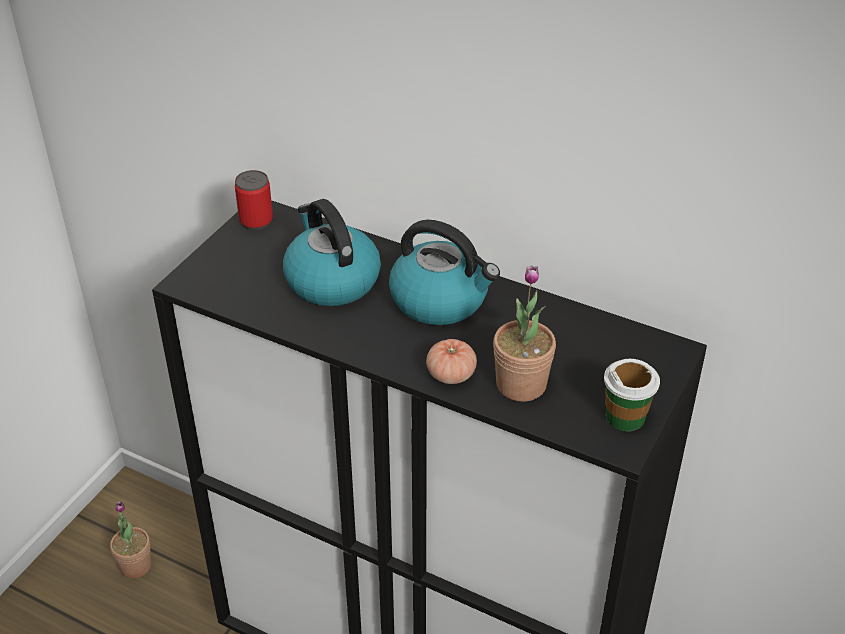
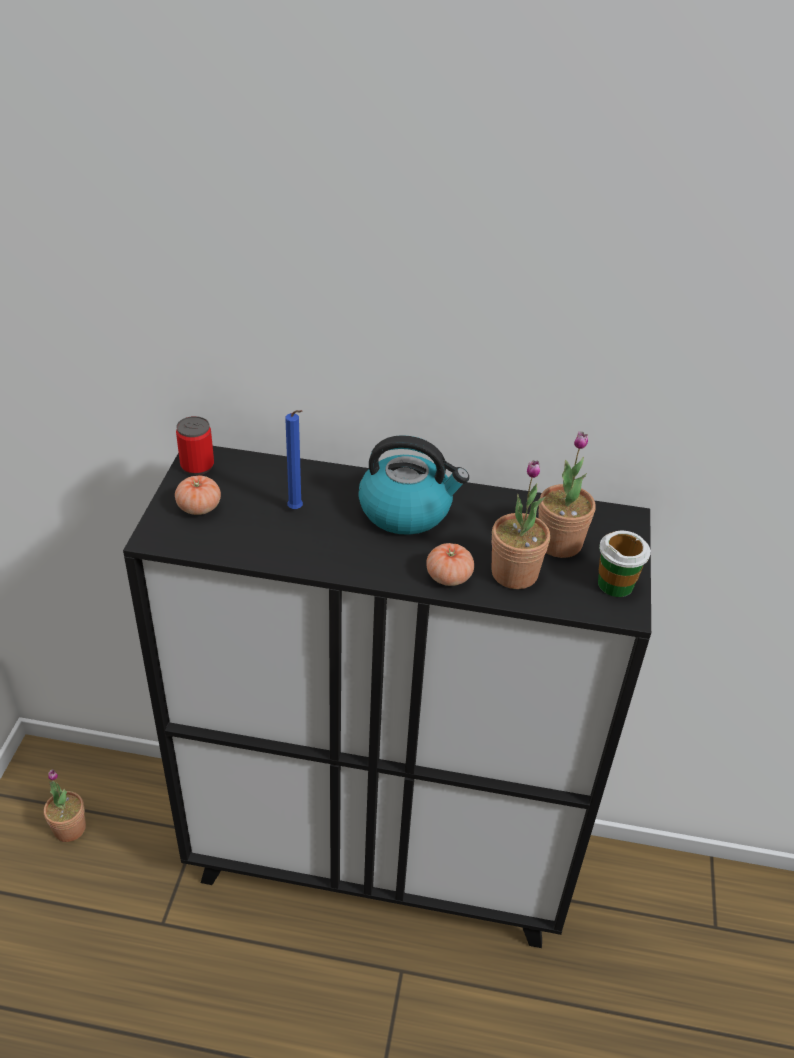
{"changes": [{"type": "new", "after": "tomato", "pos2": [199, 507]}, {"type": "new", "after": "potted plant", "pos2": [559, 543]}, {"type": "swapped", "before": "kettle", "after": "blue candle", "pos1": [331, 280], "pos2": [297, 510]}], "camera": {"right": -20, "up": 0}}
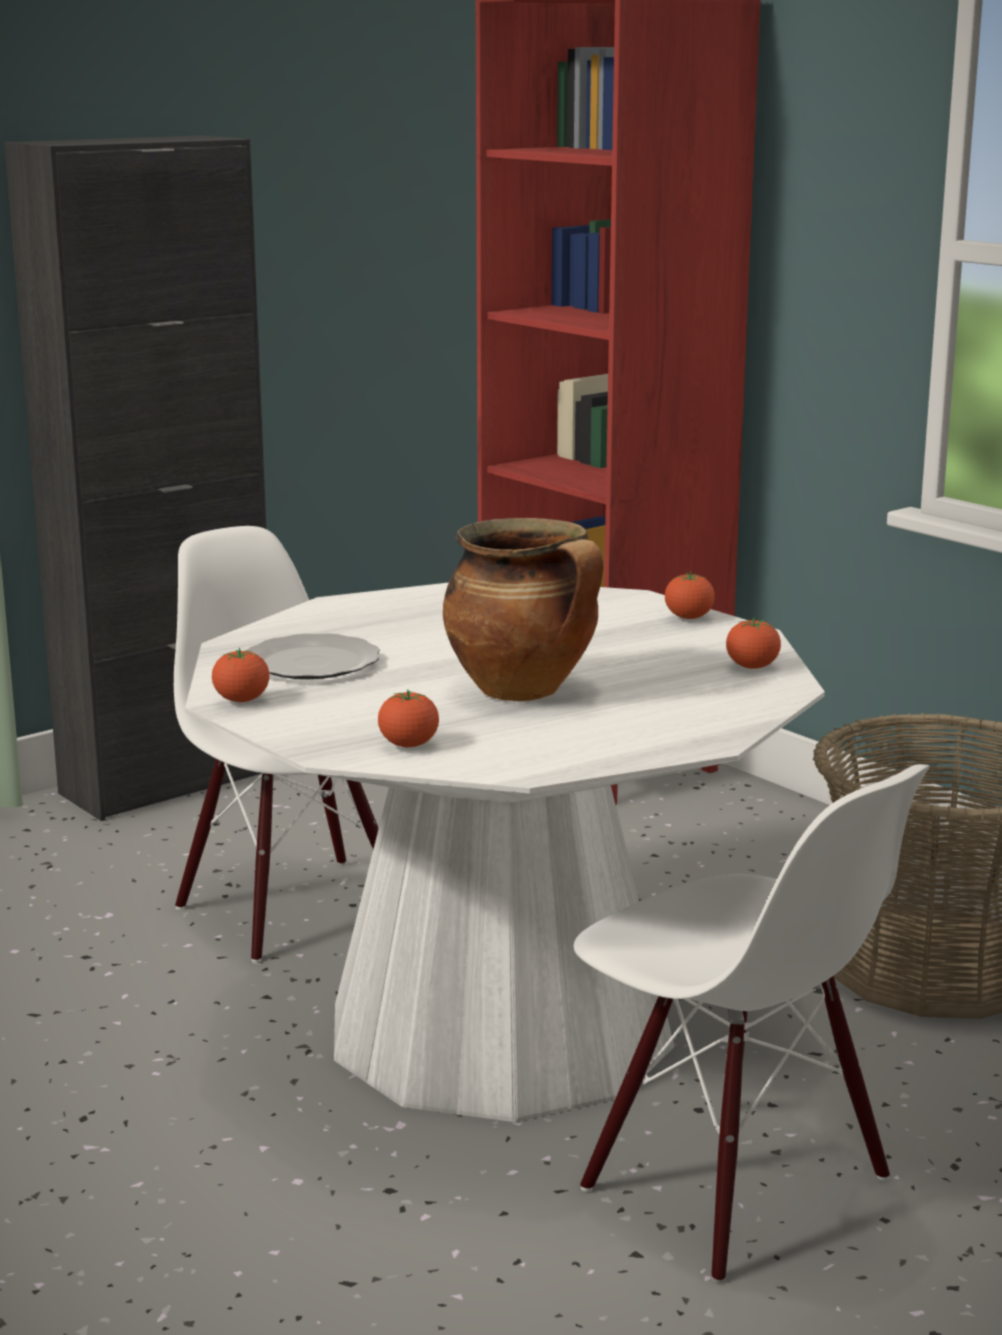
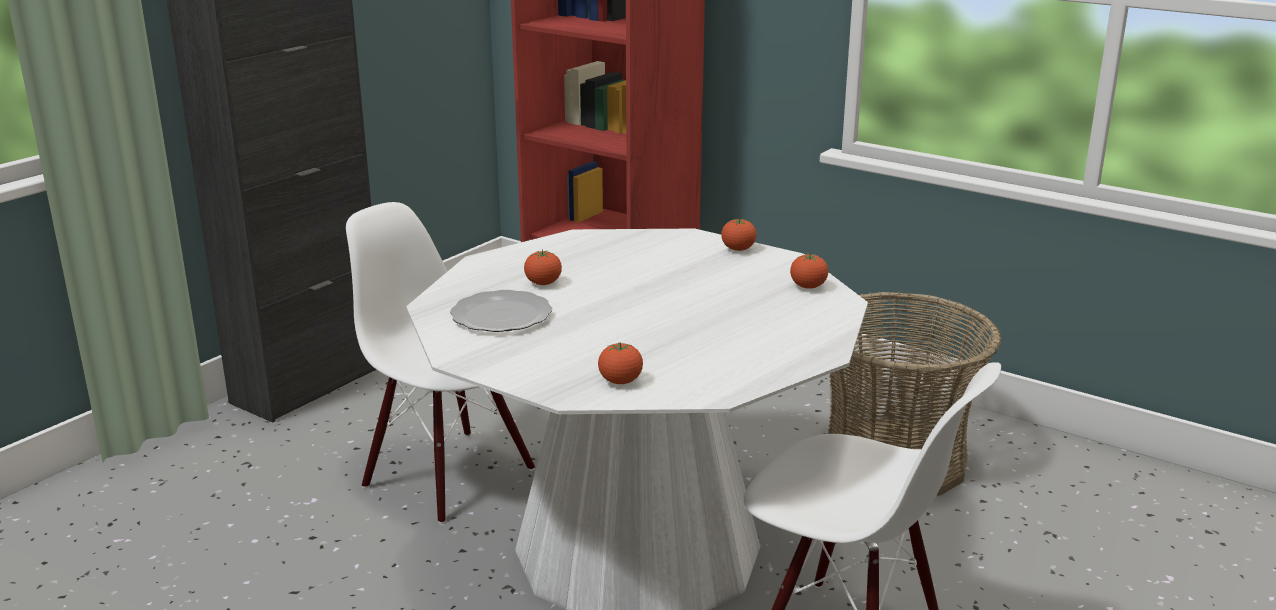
{"changes": [{"type": "gone", "before": "cooking pot", "pos1": [524, 691]}, {"type": "shifted", "before": "tomato", "pos1": [241, 700], "pos2": [543, 283]}], "camera": {"right": -15, "up": 5}}
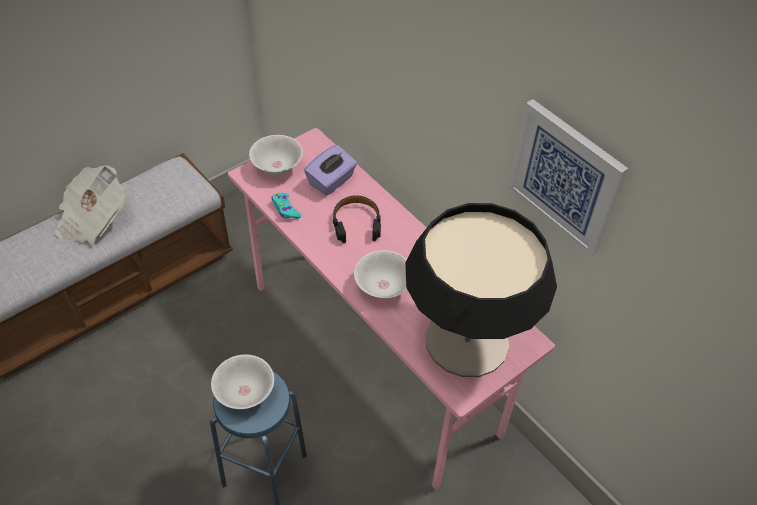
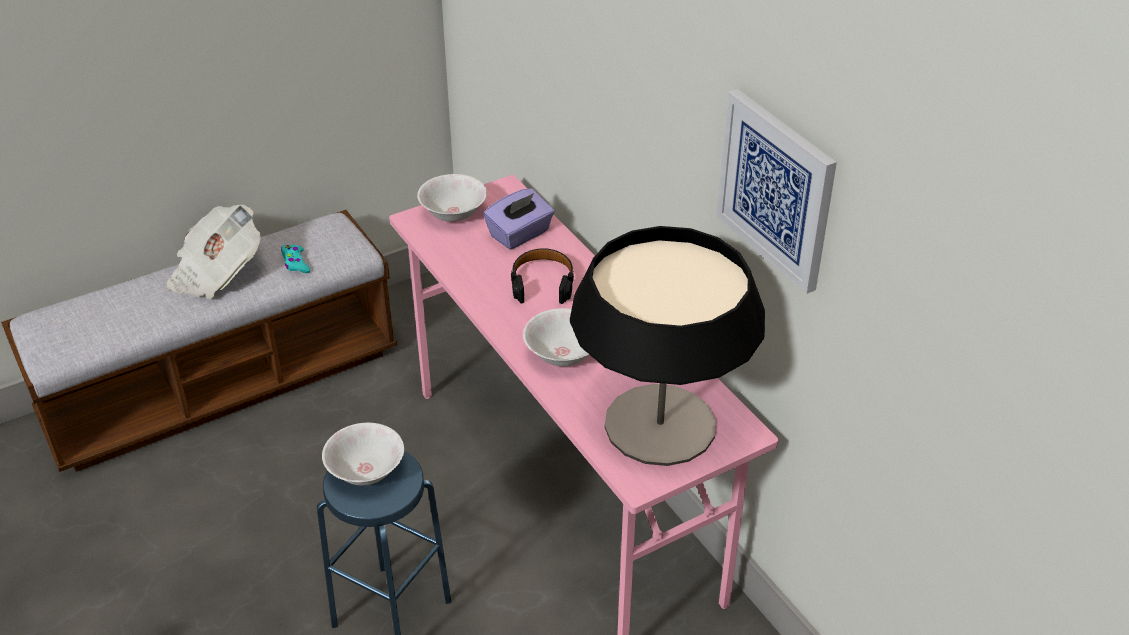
{"changes": [{"type": "shifted", "before": "turquoise game controller", "pos1": [285, 209], "pos2": [295, 263]}], "camera": {"right": 10, "up": -10}}
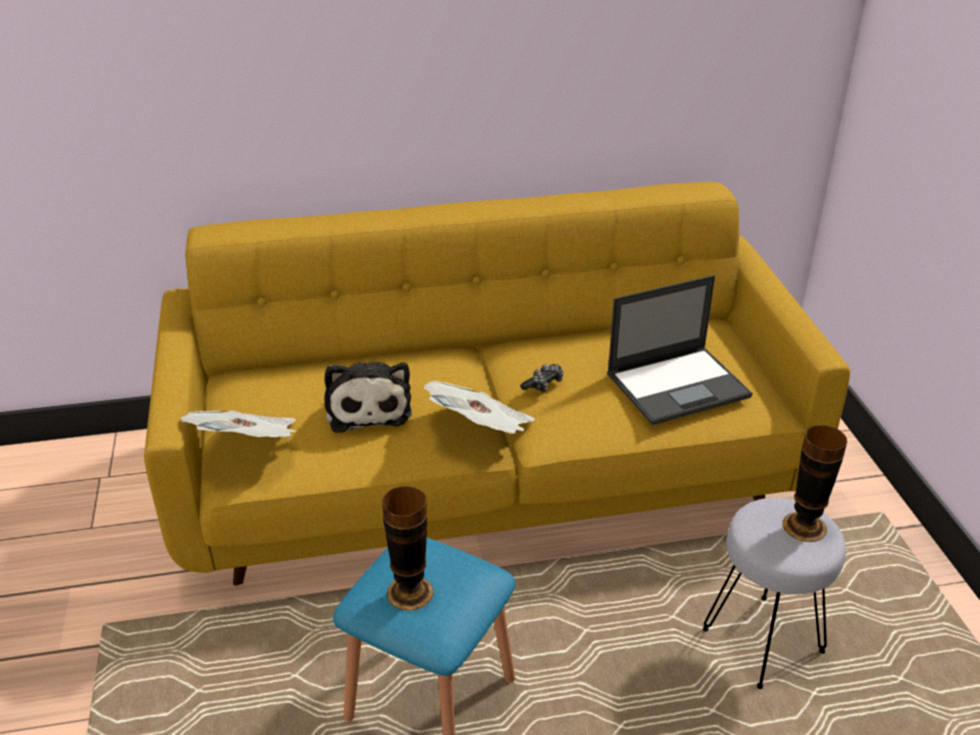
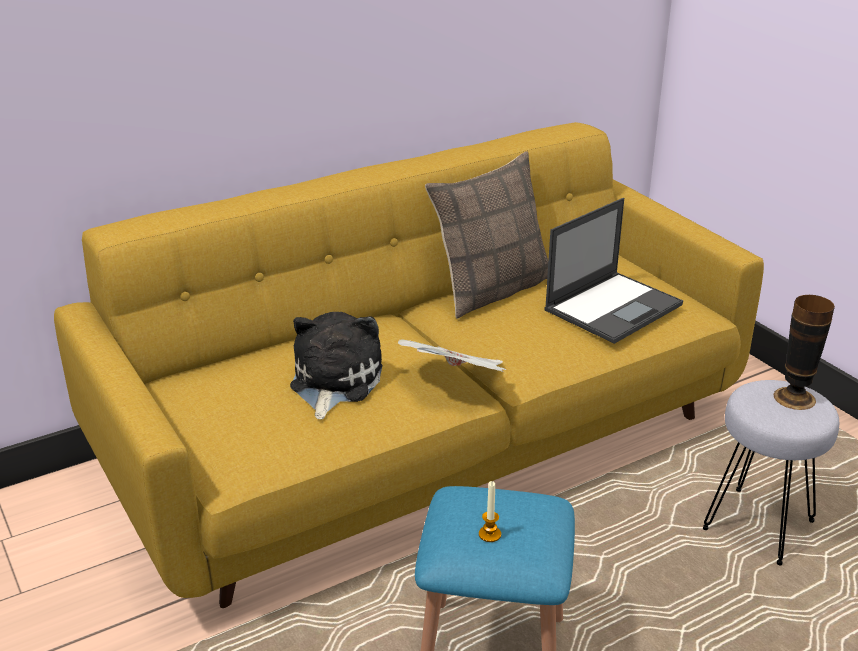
{"changes": [{"type": "gone", "before": "newspaper", "pos1": [249, 446]}, {"type": "gone", "before": "game controller", "pos1": [543, 384]}, {"type": "new", "after": "pillow", "pos2": [492, 290]}, {"type": "swapped", "before": "vase", "after": "candle", "pos1": [410, 592], "pos2": [489, 534]}, {"type": "rotated", "before": "plush toy", "pos1": [368, 407], "pos2": [333, 382], "turn": -135}], "camera": {"right": -20, "up": -5}}
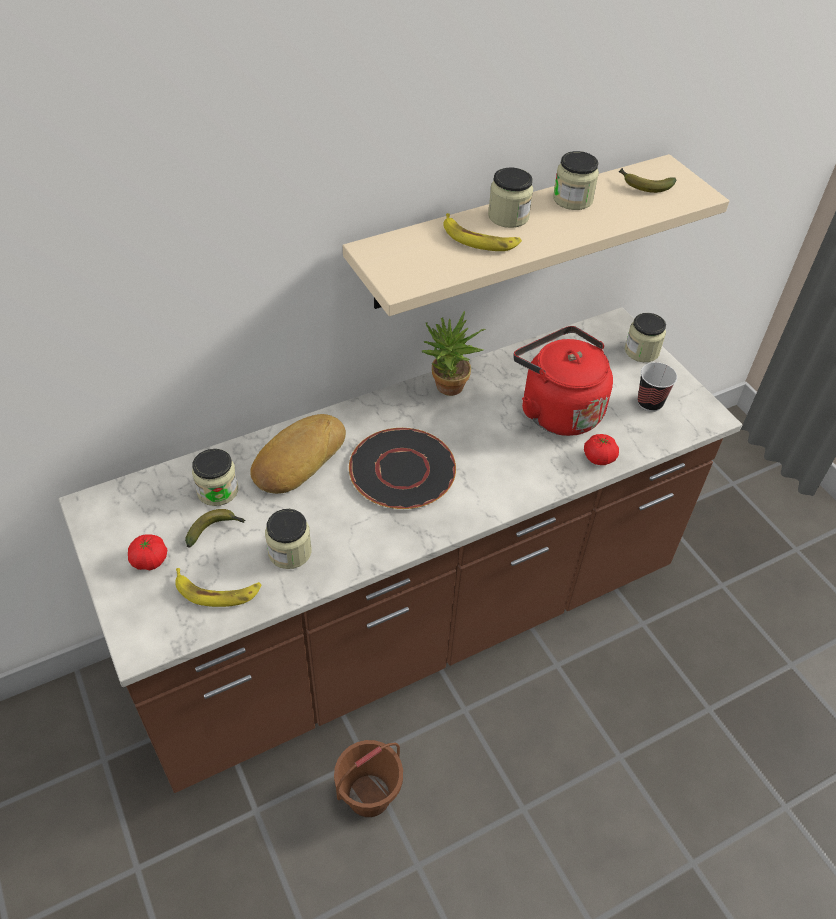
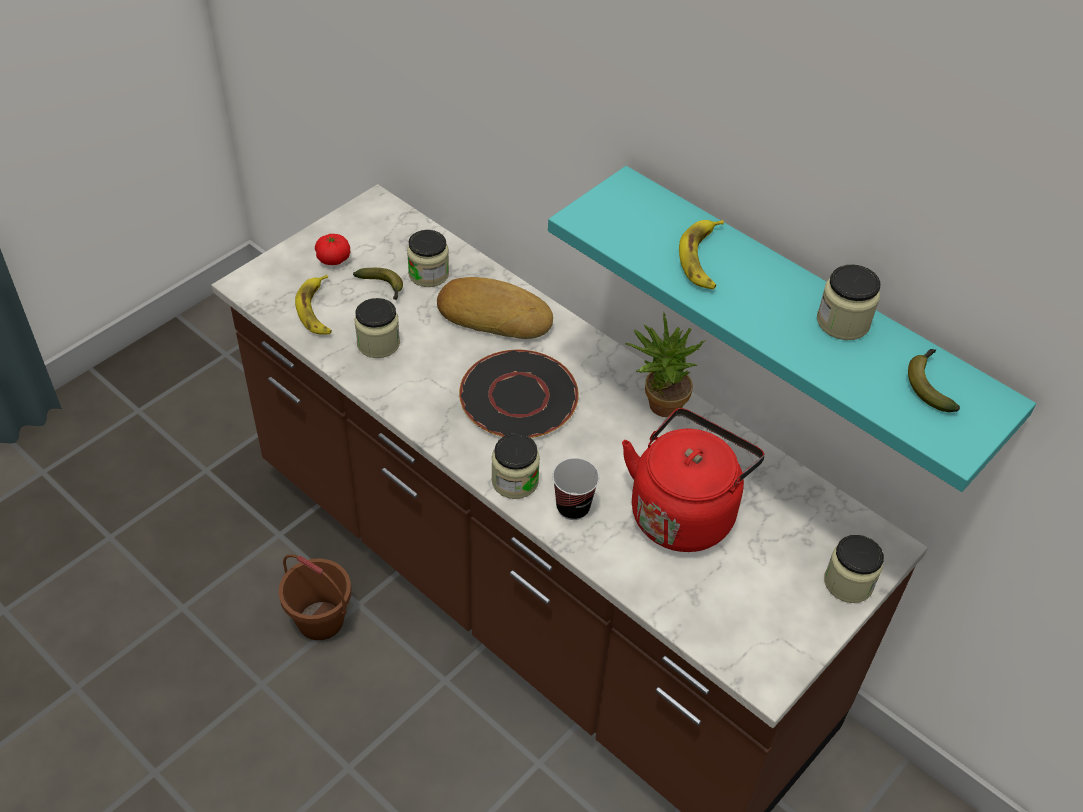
{"changes": [{"type": "gone", "before": "tomato", "pos1": [599, 458]}, {"type": "shifted", "before": "jar", "pos1": [508, 216], "pos2": [515, 481]}, {"type": "shifted", "before": "cup", "pos1": [650, 403], "pos2": [573, 507]}, {"type": "repainted", "before": "beige shelf", "after": "turquoise shelf", "pos1": [512, 232], "pos2": [803, 313]}], "camera": {"right": 70, "up": 0}}
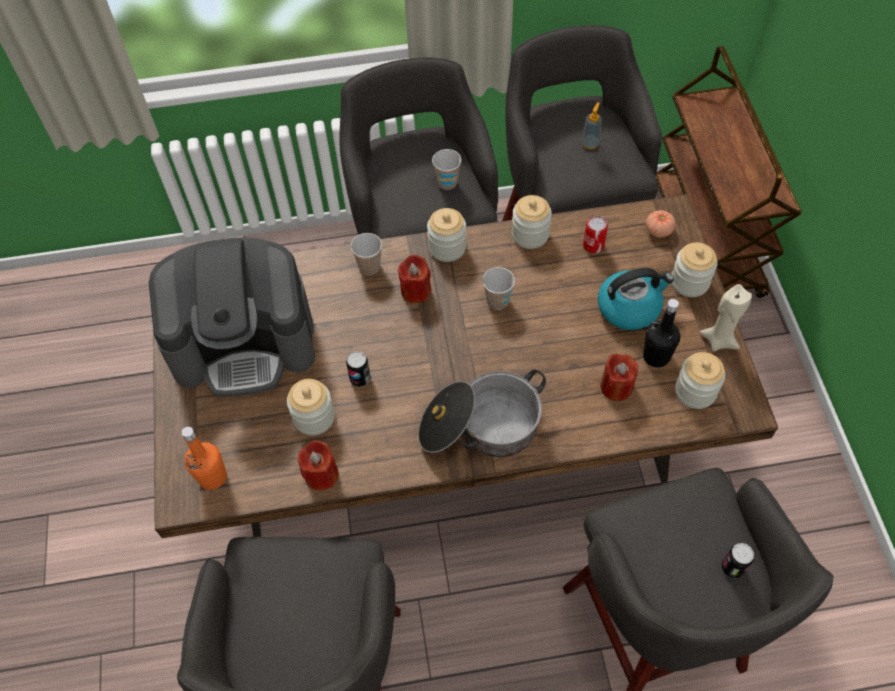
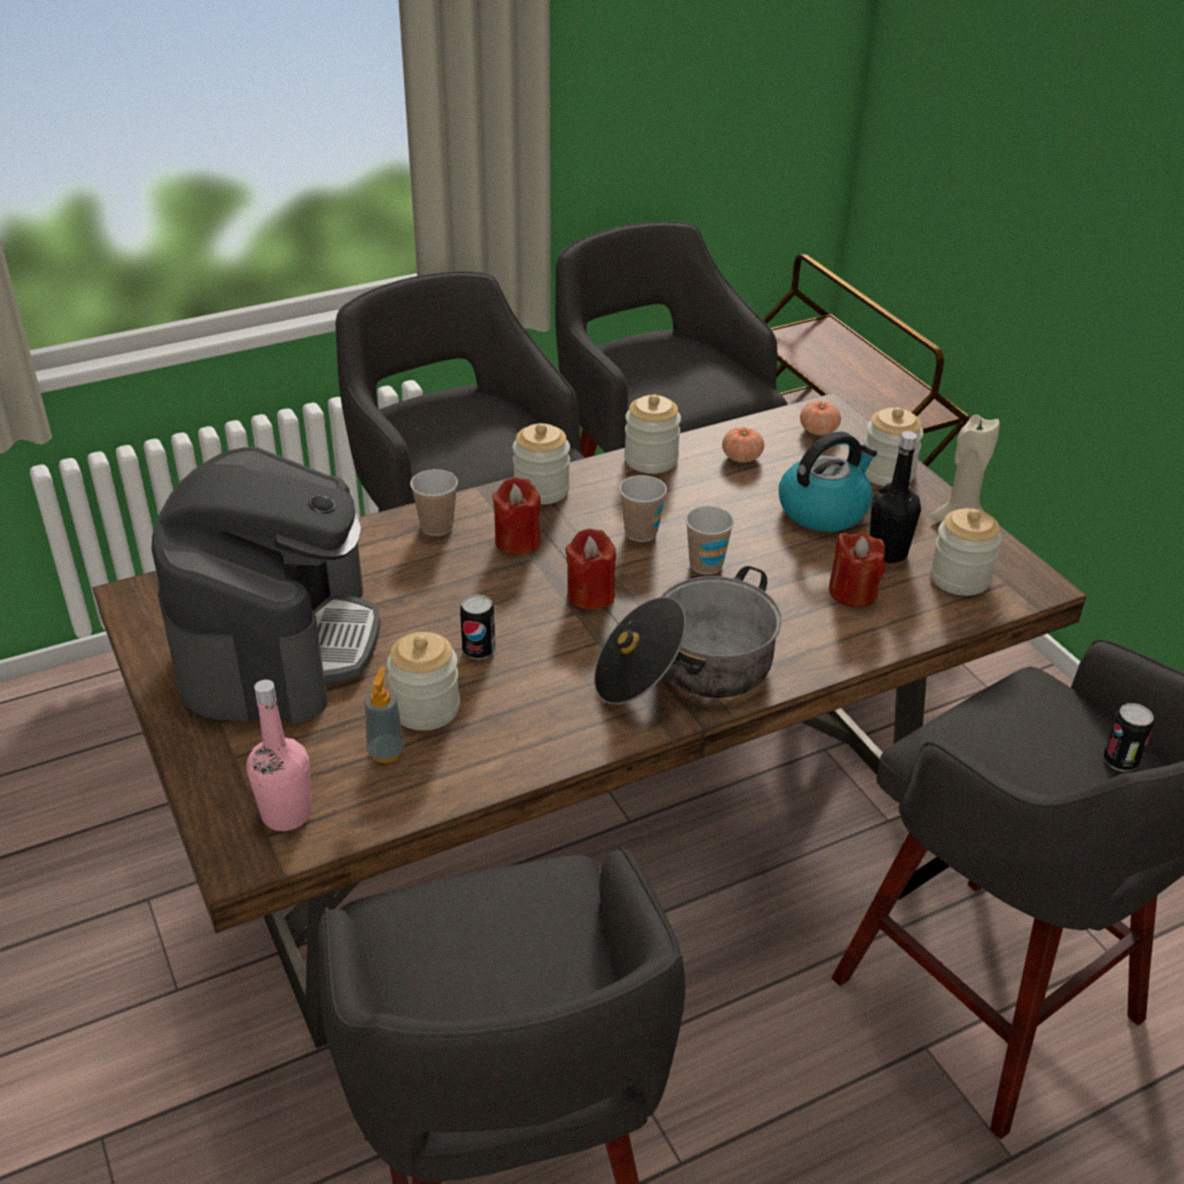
{"changes": [{"type": "shifted", "before": "red candle", "pos1": [321, 474], "pos2": [590, 595]}, {"type": "shifted", "before": "cup", "pos1": [447, 182], "pos2": [706, 565]}, {"type": "shifted", "before": "soap dispenser", "pos1": [590, 144], "pos2": [386, 752]}, {"type": "swapped", "before": "can", "after": "tomato", "pos1": [593, 245], "pos2": [741, 457]}, {"type": "repainted", "before": "orange bottle", "after": "pink bottle", "pos1": [212, 477], "pos2": [286, 814]}, {"type": "rotated", "before": "coffee machine", "pos1": [245, 342], "pos2": [277, 642], "turn": -60}], "camera": {"right": -20, "up": -20}}
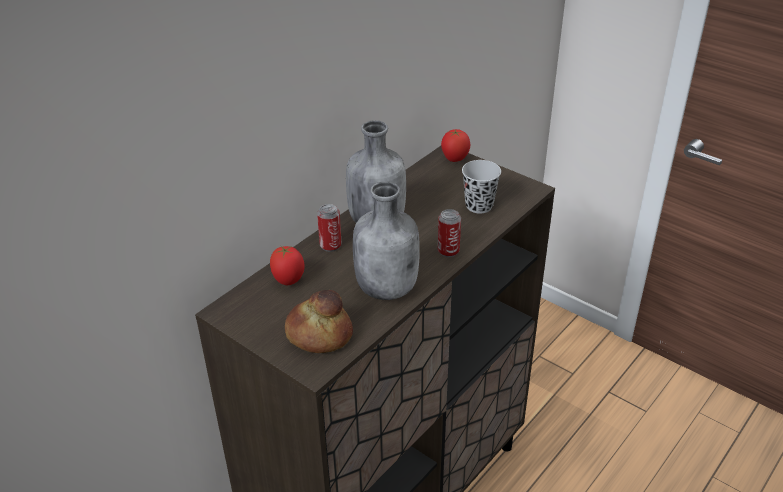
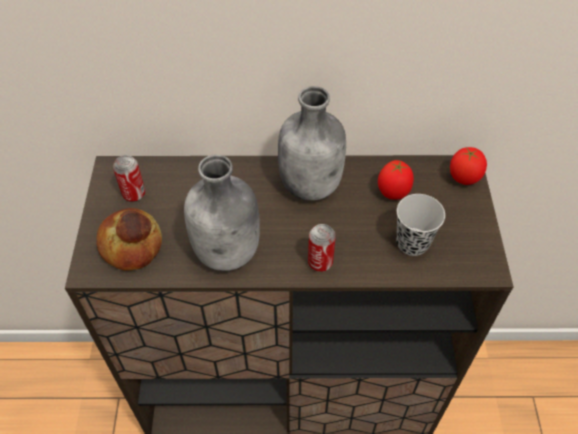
{"changes": [{"type": "shifted", "before": "tomato", "pos1": [289, 280], "pos2": [393, 193]}, {"type": "shifted", "before": "can", "pos1": [330, 245], "pos2": [134, 194]}], "camera": {"right": 50, "up": 15}}
